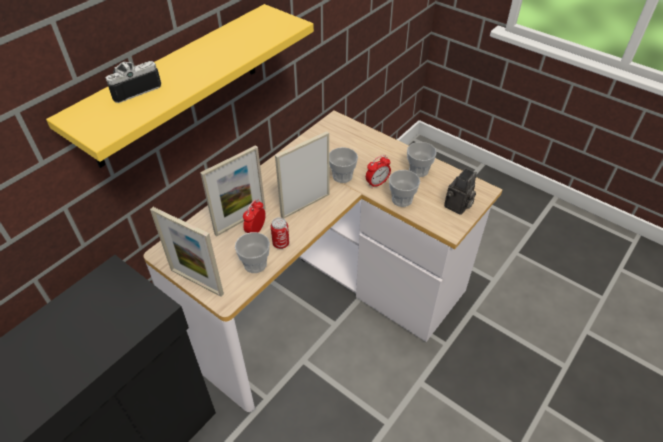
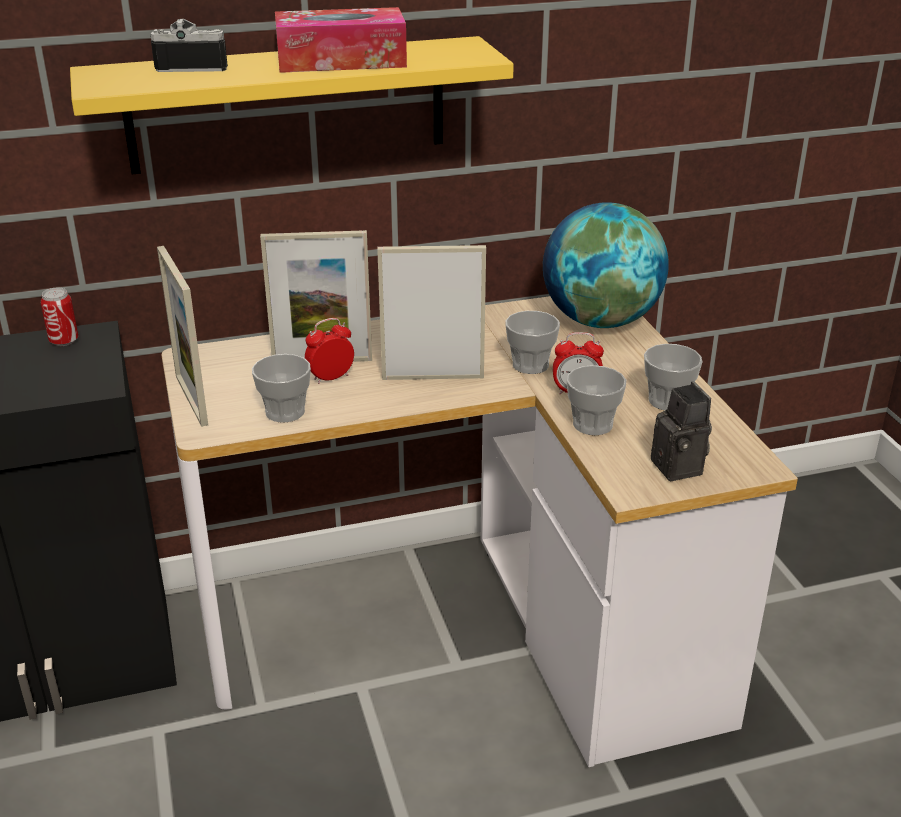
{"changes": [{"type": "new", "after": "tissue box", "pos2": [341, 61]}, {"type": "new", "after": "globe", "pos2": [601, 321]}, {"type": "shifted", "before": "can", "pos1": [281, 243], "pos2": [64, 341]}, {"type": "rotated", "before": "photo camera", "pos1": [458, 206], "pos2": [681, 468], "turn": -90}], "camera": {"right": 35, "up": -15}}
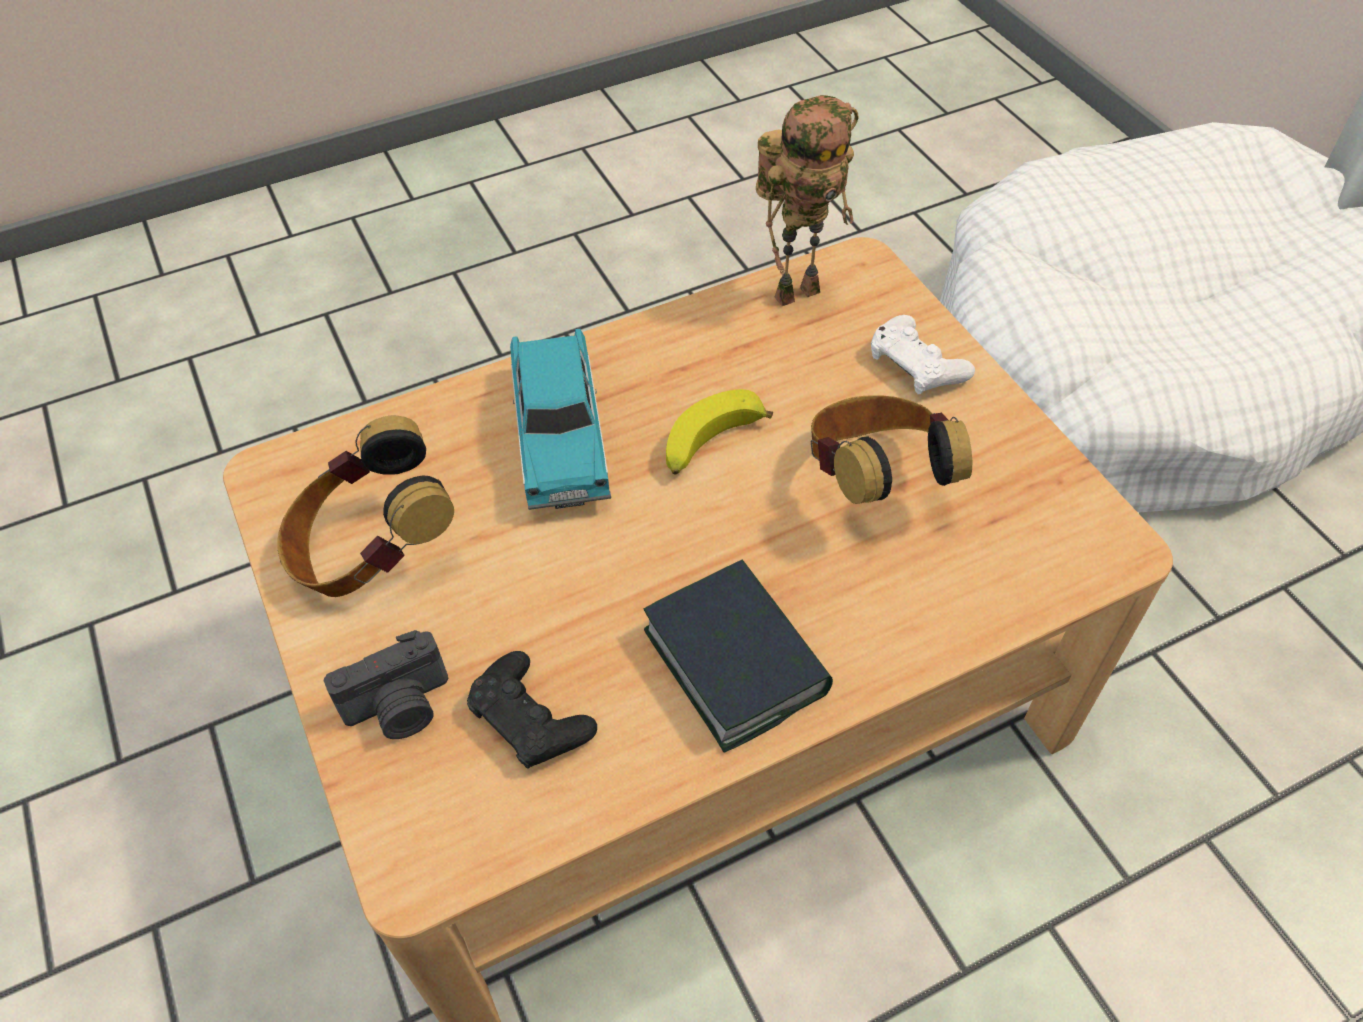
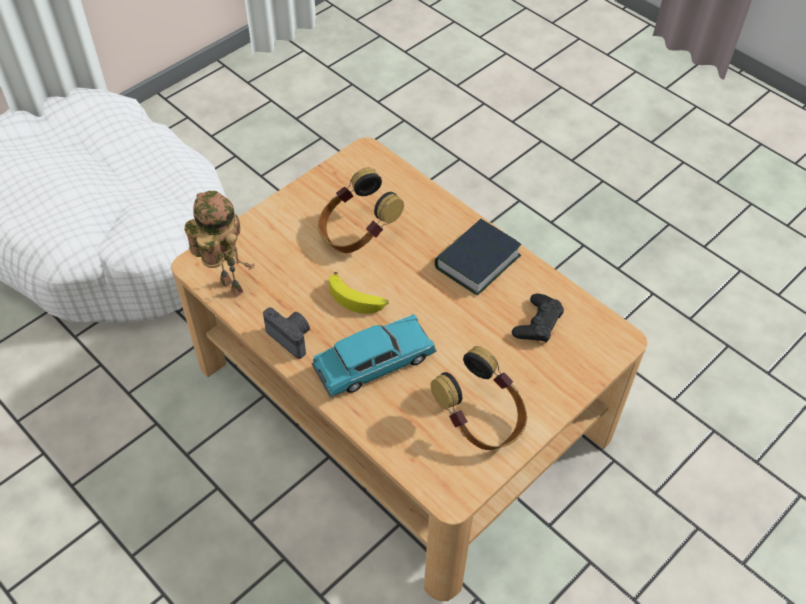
{"changes": [{"type": "gone", "before": "white game controller", "pos1": [916, 364]}, {"type": "shifted", "before": "photo camera", "pos1": [400, 708], "pos2": [291, 337]}], "camera": {"right": -110, "up": 0}}
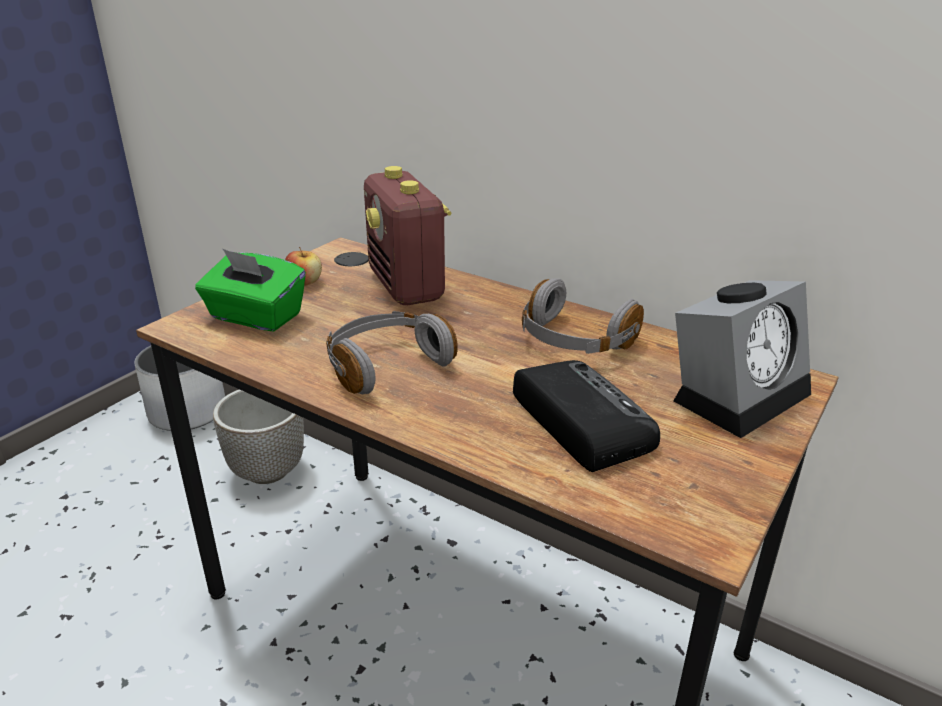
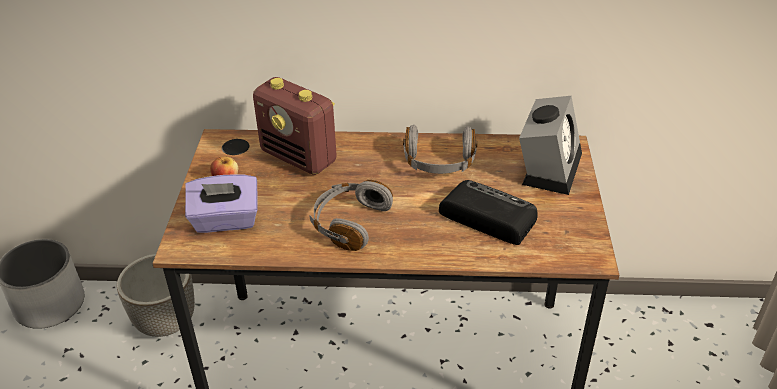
{"changes": [{"type": "repainted", "before": "green tissue box", "after": "purple tissue box", "pos1": [255, 317], "pos2": [225, 221]}], "camera": {"right": -30, "up": 10}}
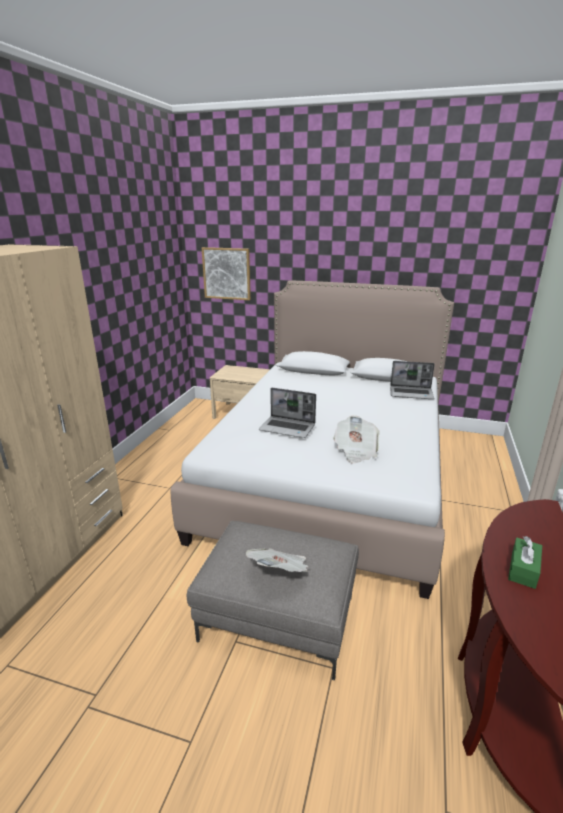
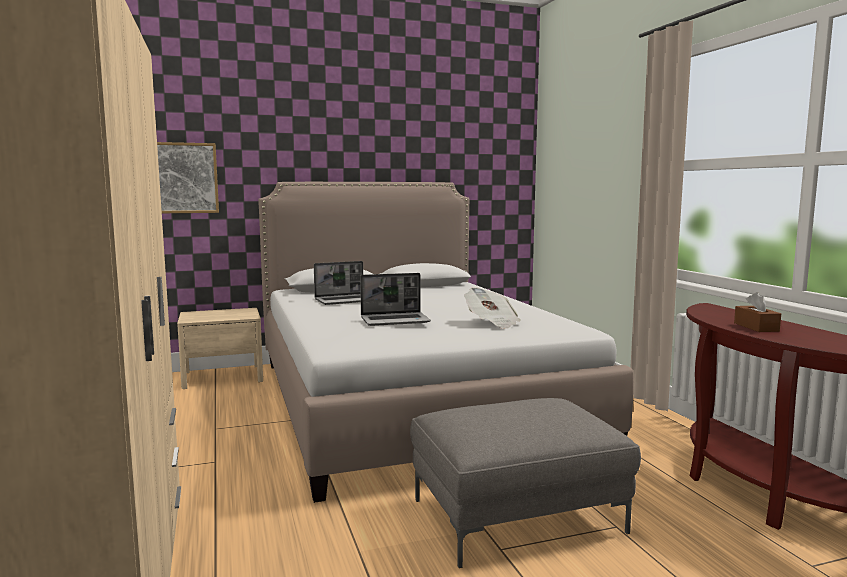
{"changes": [{"type": "gone", "before": "newspaper", "pos1": [280, 572]}, {"type": "shifted", "before": "laptop", "pos1": [411, 393], "pos2": [345, 300]}, {"type": "repainted", "before": "green tissue box", "after": "brown tissue box", "pos1": [523, 569], "pos2": [756, 327]}], "camera": {"right": -35, "up": -15}}
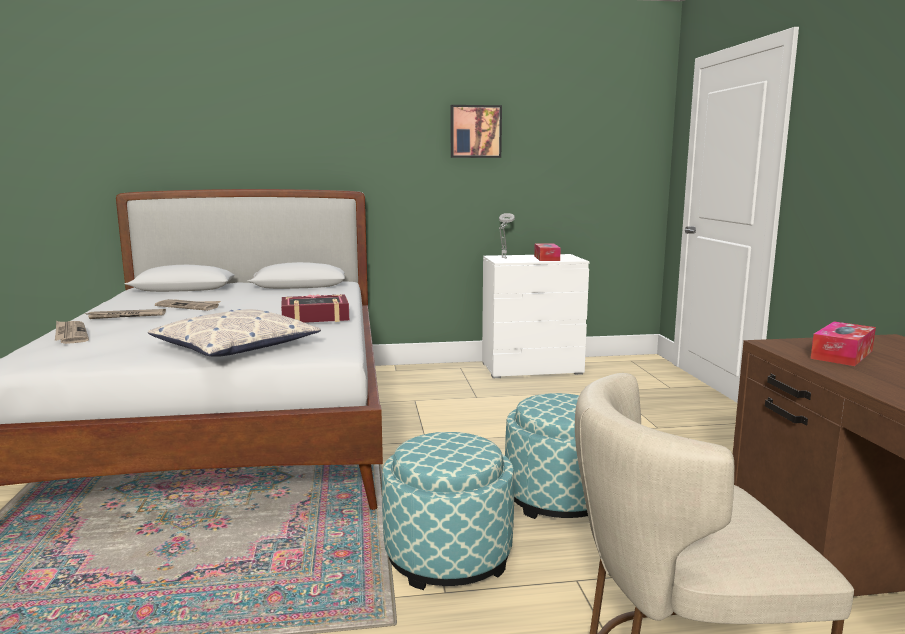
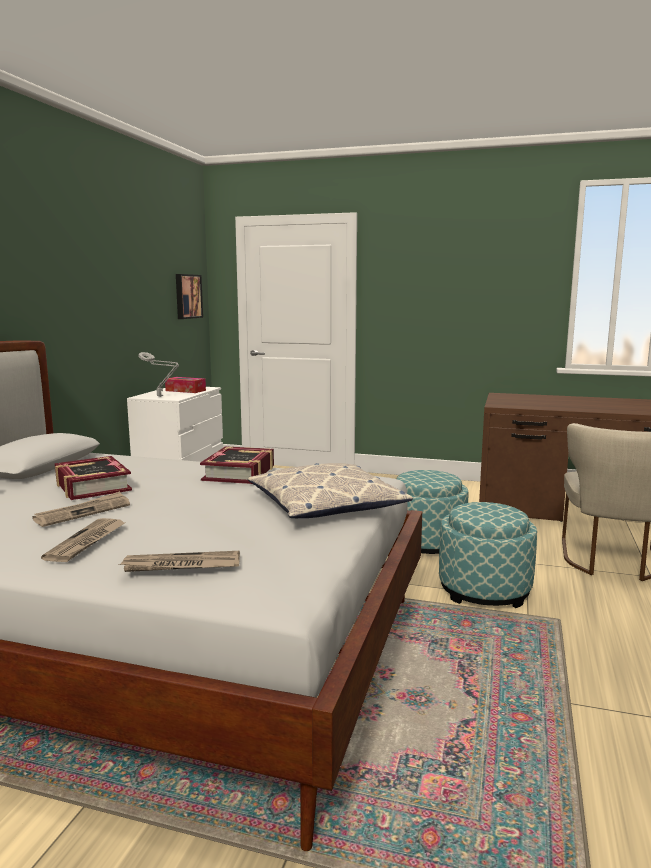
{"changes": [{"type": "gone", "before": "tissue box", "pos1": [842, 354]}, {"type": "new", "after": "book", "pos2": [92, 486]}, {"type": "shifted", "before": "picture", "pos1": [475, 131], "pos2": [187, 296]}], "camera": {"right": -65, "up": 0}}
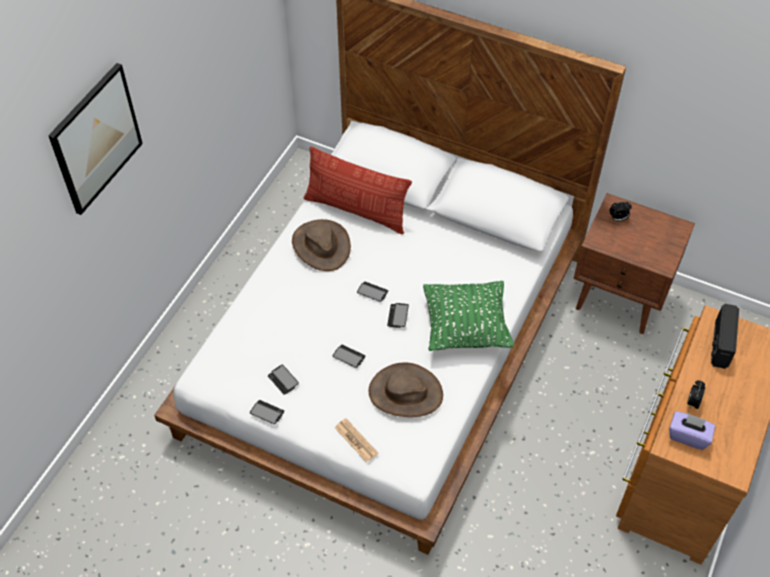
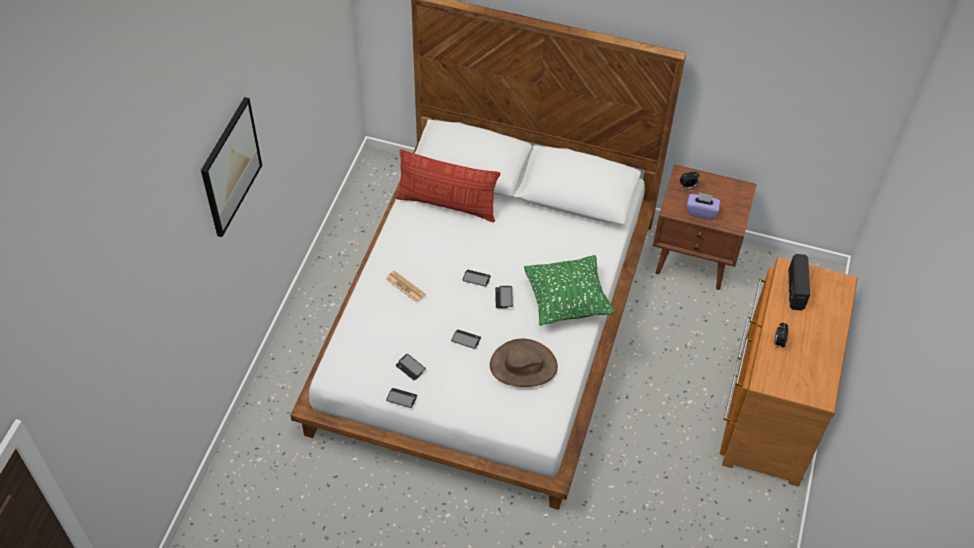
{"changes": [{"type": "gone", "before": "brown hat", "pos1": [321, 246]}, {"type": "shifted", "before": "newspaper", "pos1": [356, 440], "pos2": [405, 287]}, {"type": "shifted", "before": "purple tissue box", "pos1": [688, 436], "pos2": [701, 212]}], "camera": {"right": -10, "up": 0}}
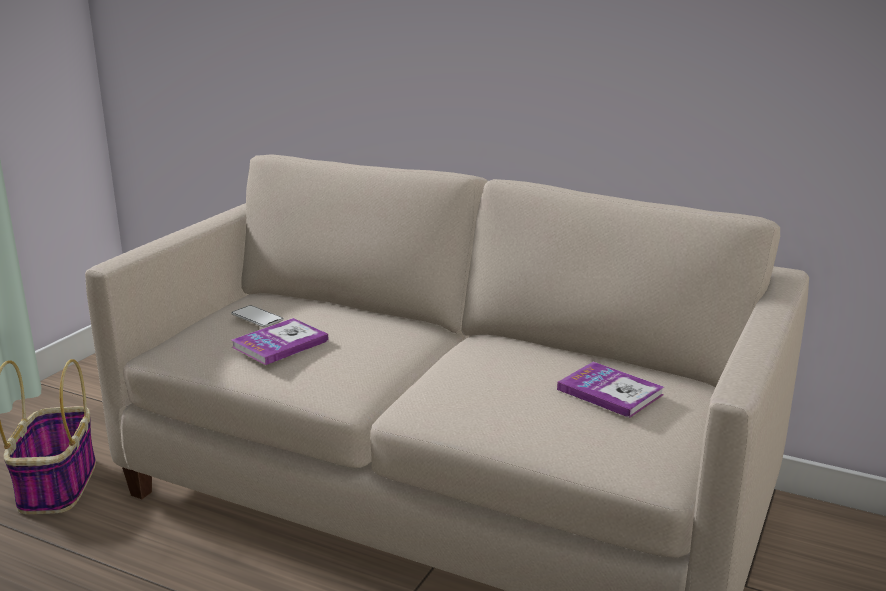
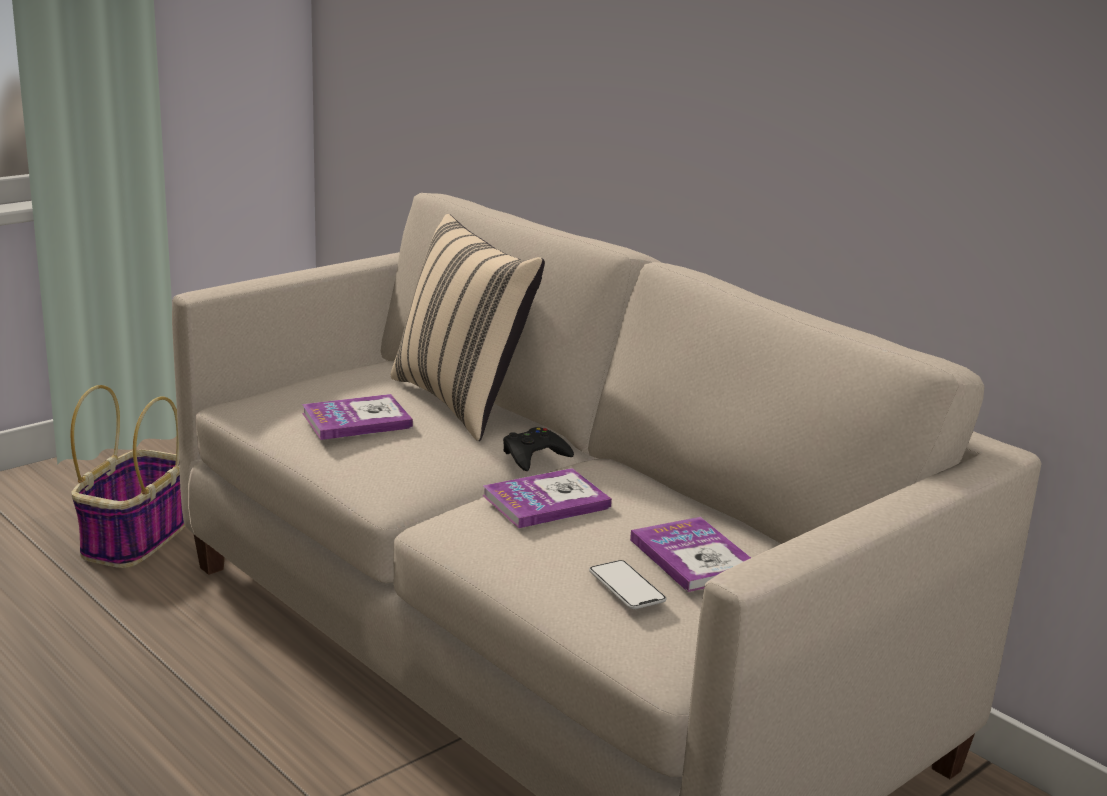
{"changes": [{"type": "new", "after": "beige pillow", "pos2": [463, 402]}, {"type": "new", "after": "book", "pos2": [546, 501]}, {"type": "new", "after": "black game controller", "pos2": [534, 456]}, {"type": "shifted", "before": "phone", "pos1": [257, 317], "pos2": [626, 586]}], "camera": {"right": 20, "up": 0}}
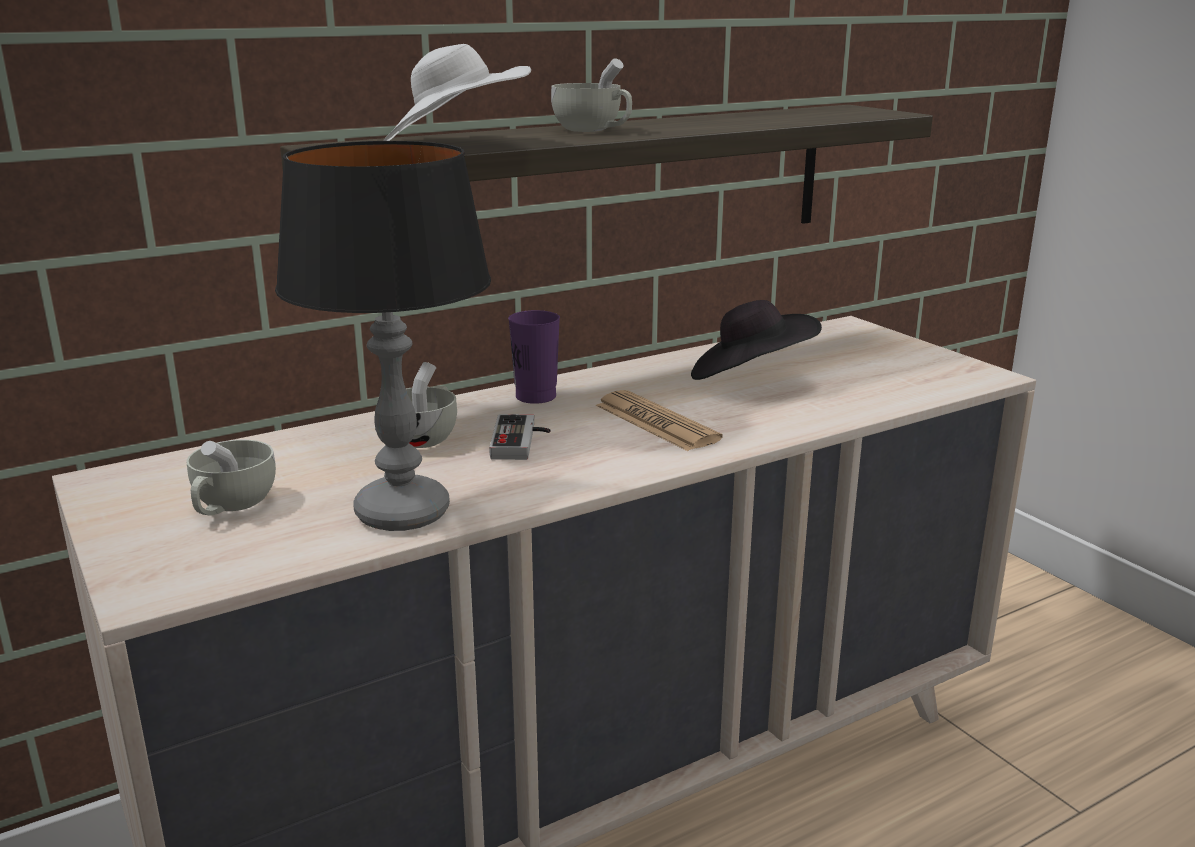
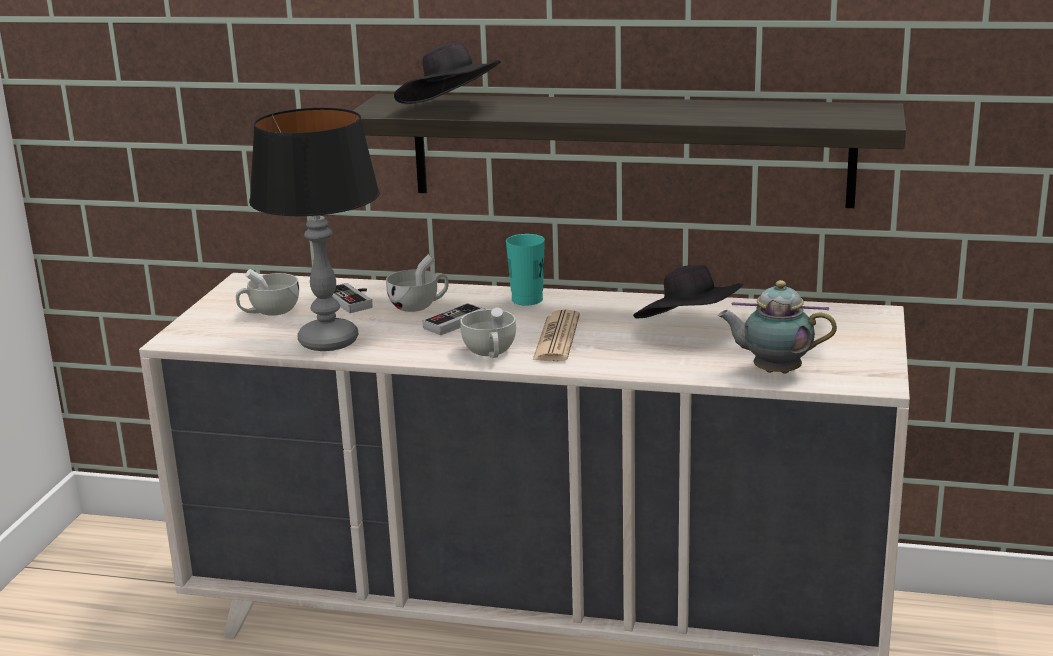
{"changes": [{"type": "new", "after": "game controller", "pos2": [354, 300]}, {"type": "new", "after": "teapot", "pos2": [773, 372]}, {"type": "shifted", "before": "white cup", "pos1": [593, 130], "pos2": [490, 353]}, {"type": "repainted", "before": "white hat", "after": "black hat", "pos1": [454, 145], "pos2": [451, 109]}, {"type": "repainted", "before": "purple cup", "after": "turquoise cup", "pos1": [536, 396], "pos2": [527, 300]}], "camera": {"right": 45, "up": 0}}
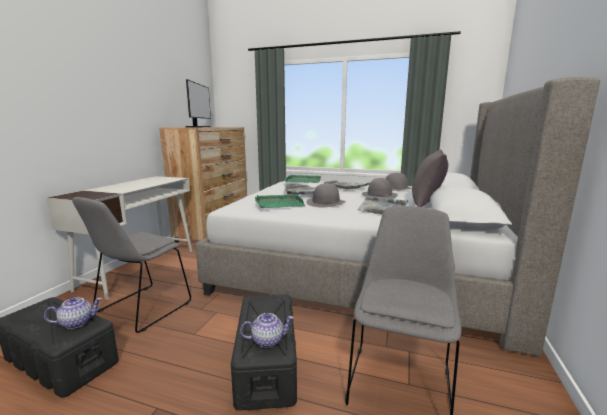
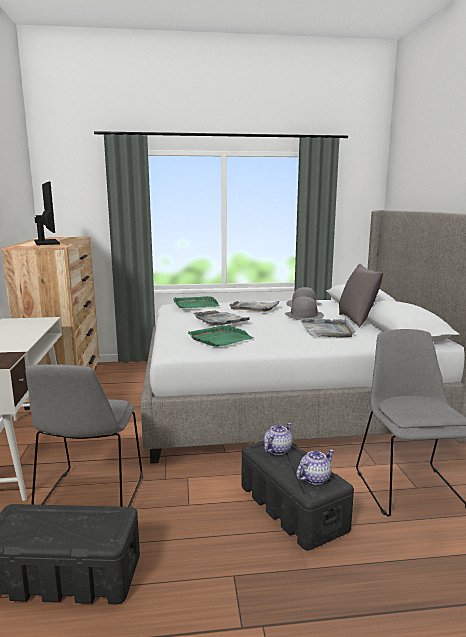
{"changes": [{"type": "gone", "before": "grey hat", "pos1": [326, 202]}, {"type": "shifted", "before": "teapot", "pos1": [77, 322], "pos2": [277, 449]}], "camera": {"right": -25, "up": 0}}
